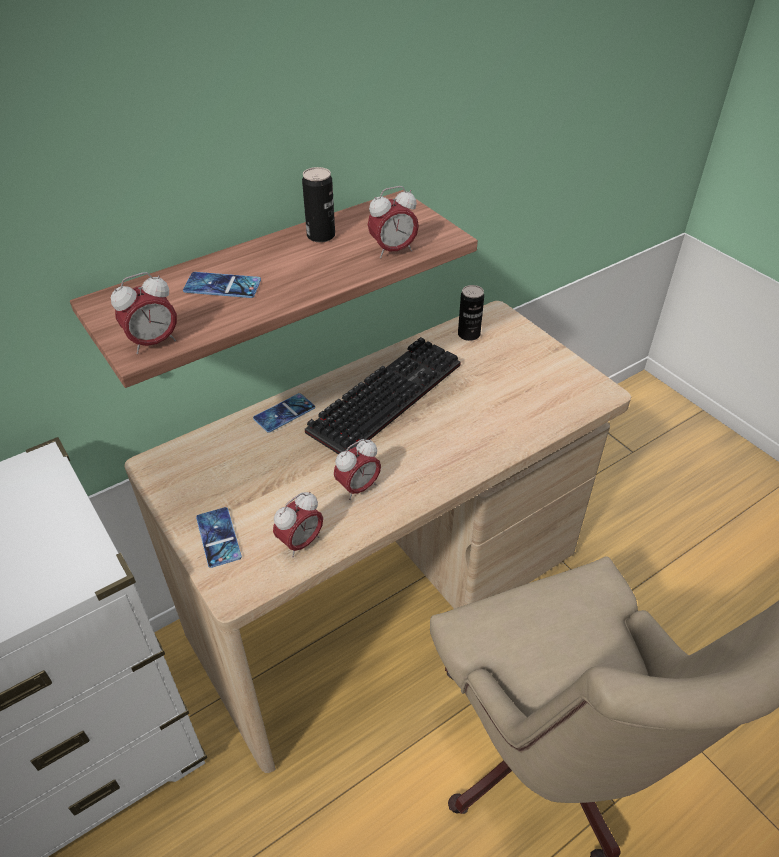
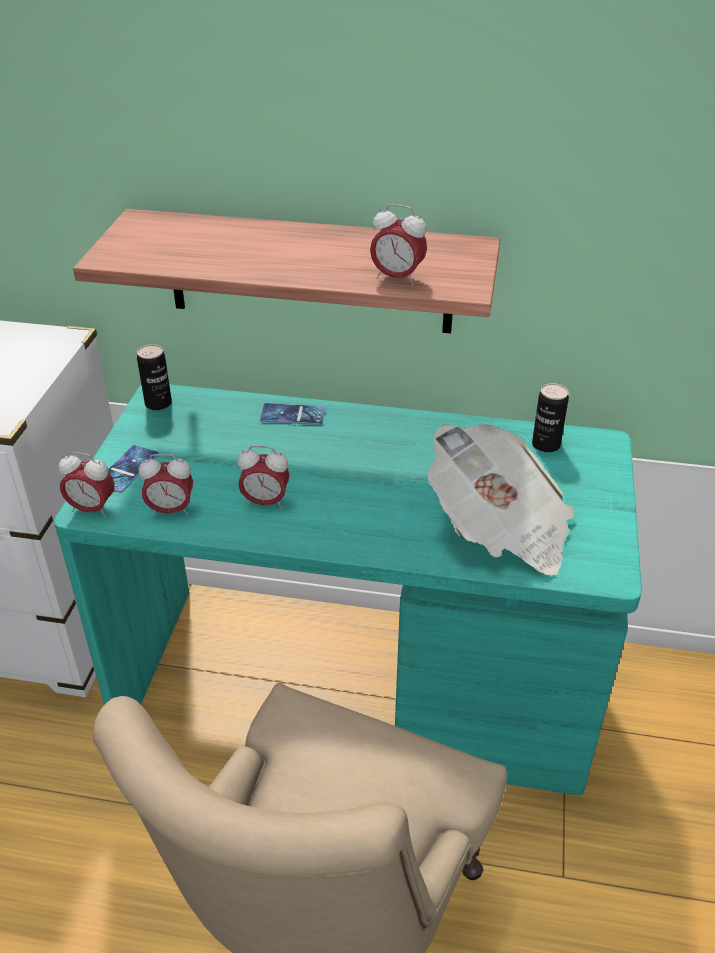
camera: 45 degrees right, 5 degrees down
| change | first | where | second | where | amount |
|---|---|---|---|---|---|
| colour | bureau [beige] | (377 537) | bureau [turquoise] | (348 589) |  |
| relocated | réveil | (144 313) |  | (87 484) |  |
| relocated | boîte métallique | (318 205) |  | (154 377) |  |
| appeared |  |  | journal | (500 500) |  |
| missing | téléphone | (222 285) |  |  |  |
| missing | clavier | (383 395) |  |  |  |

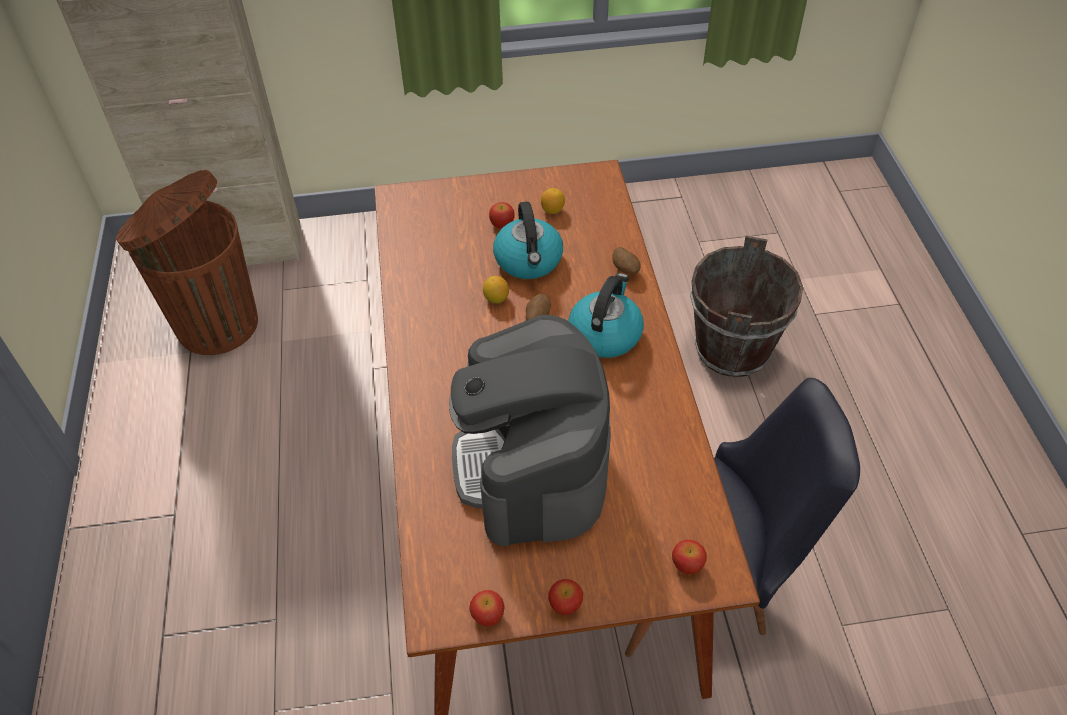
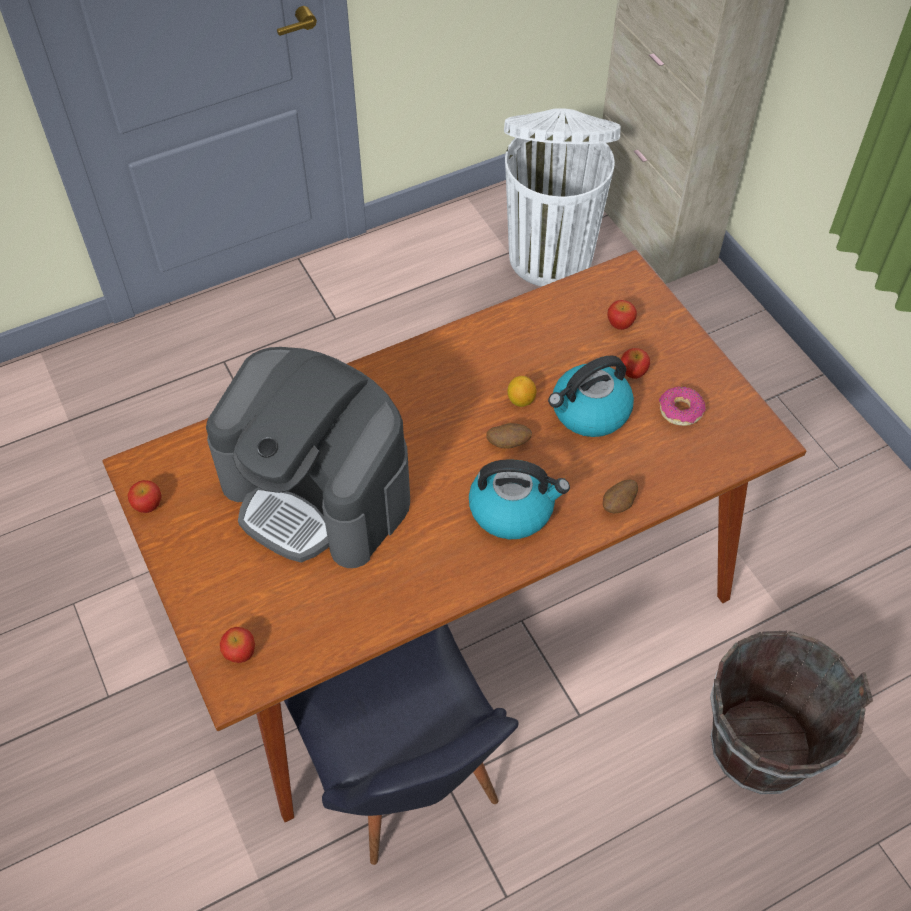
camera: 70 degrees right, 5 degrees up
| change | first | where | second | where | amount |
|---|---|---|---|---|---|
| spun | machine à café | (530 430) |  | (308 457) | 120 degrees counterclockwise |
| colour | poubelle [marron] | (187 262) | poubelle [blanc] | (562 197) |  |
| relocated | pomme | (565 597) |  | (622 315) |  |
| exchanged | citron | (553 201) | beignet | (682 406) |  |

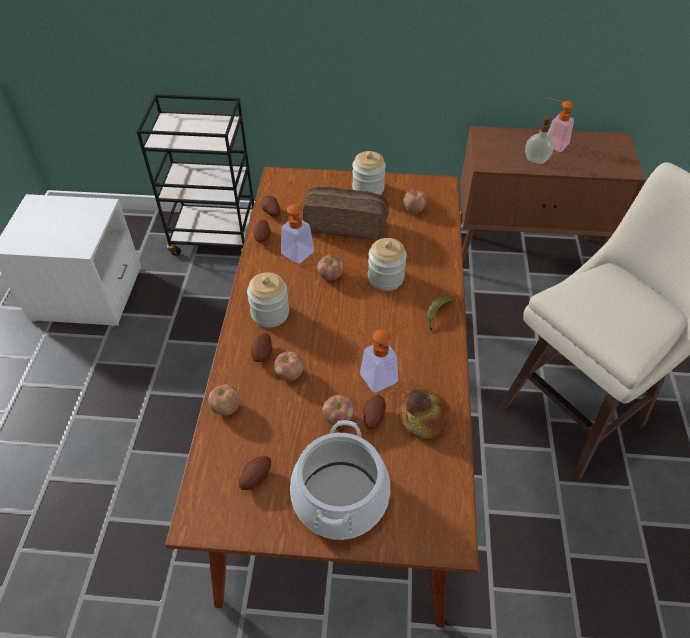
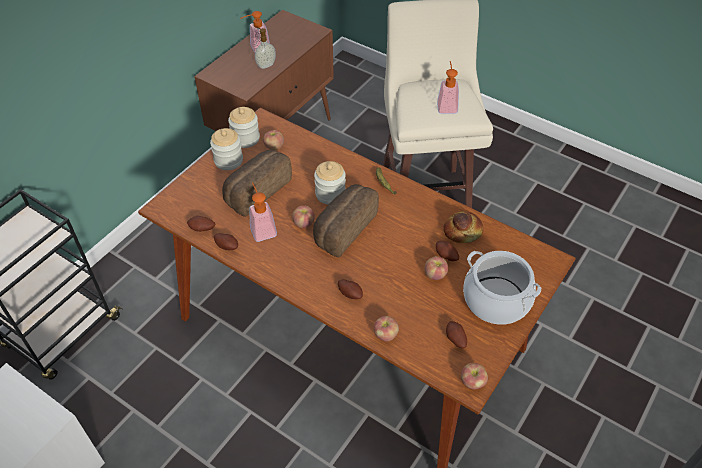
camera: 60 degrees left, 0 degrees up
| change | first | where | second | where | amount |
|---|---|---|---|---|---|
| relocated | bocal | (268 300) |  | (244 127) |  |
| appeared |  |  | pain | (346 220) |  |
| relocated | distributeur de savon | (384 359) |  | (448 87) |  |
| relocated | pomme | (289 366) |  | (474 376) |  |

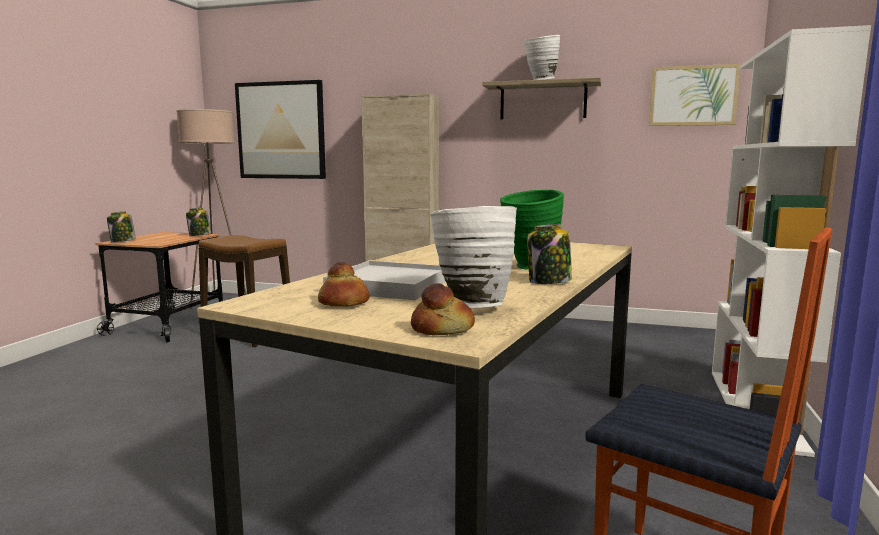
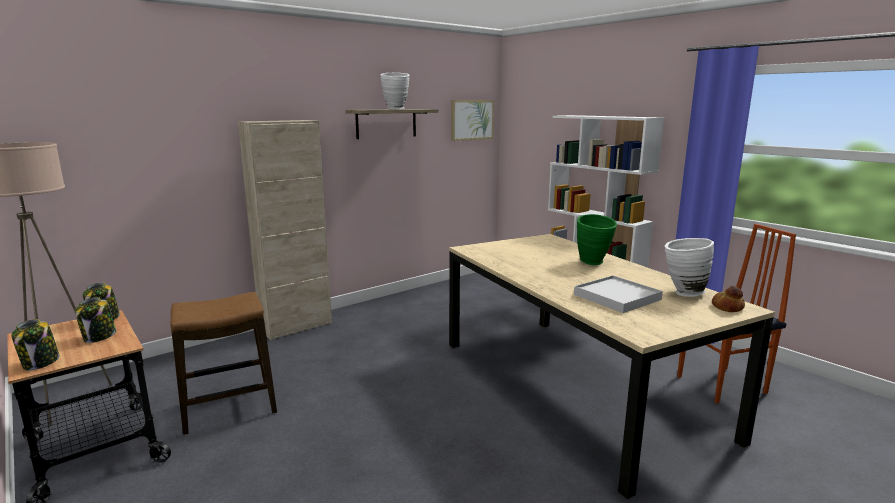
camera: 55 degrees left, 5 degrees up
| change | first | where | second | where | amount |
|---|---|---|---|---|---|
| relocated | bocal | (549 254) |  | (95 320) |  |
| missing | tableau | (280 129) |  |  |  |
| missing | pain | (344 284) |  |  |  |

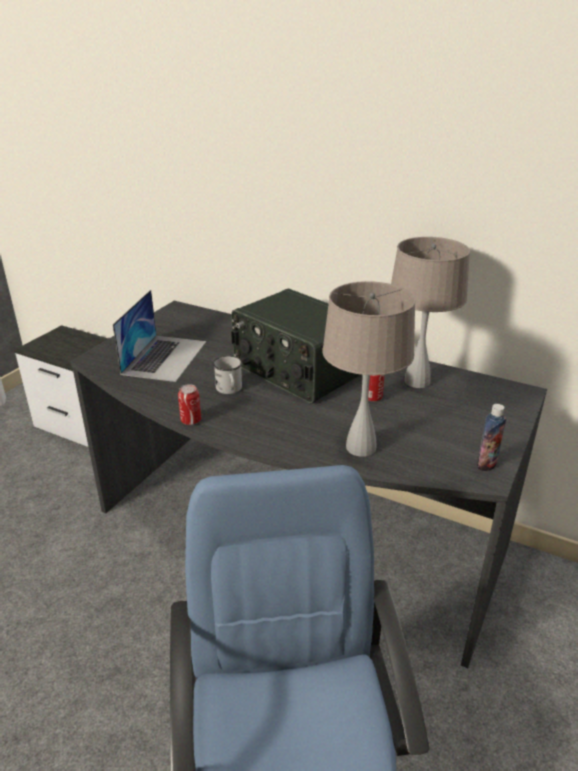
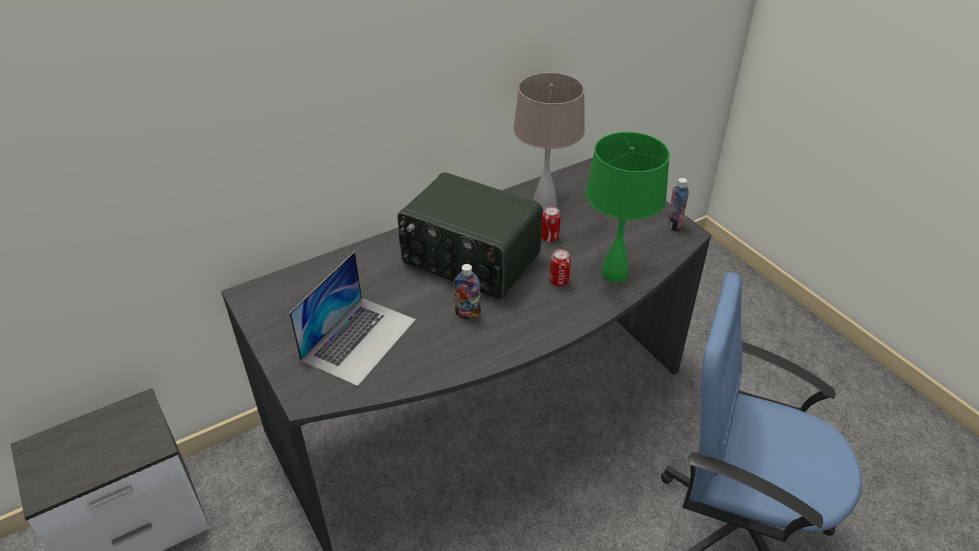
camera: 60 degrees left, 10 degrees up
| change | first | where | second | where | amount |
|---|---|---|---|---|---|
| spun | ordinateur portable | (159 336) |  | (352 319) | 75 degrees clockwise |
| spun | radio | (296 346) |  | (470 236) | 45 degrees clockwise |
| exchanged | mug [blanc] | (227 375) | bouteille | (467 292) |  |
| relocated | boîte métallique | (189 404) |  | (560 268) |  |
| colour | lampe de table [beige] | (369 369) | lampe de table [vert] | (628 207) |  |

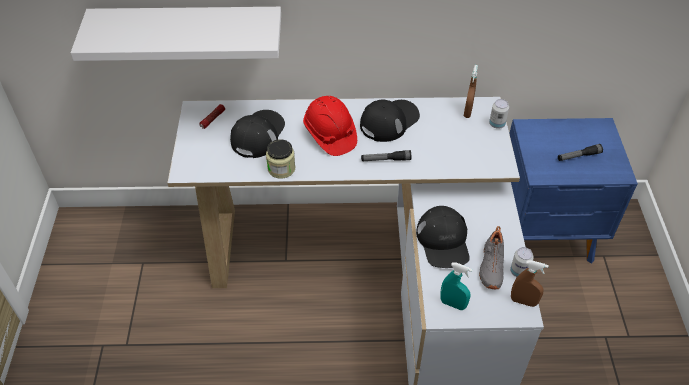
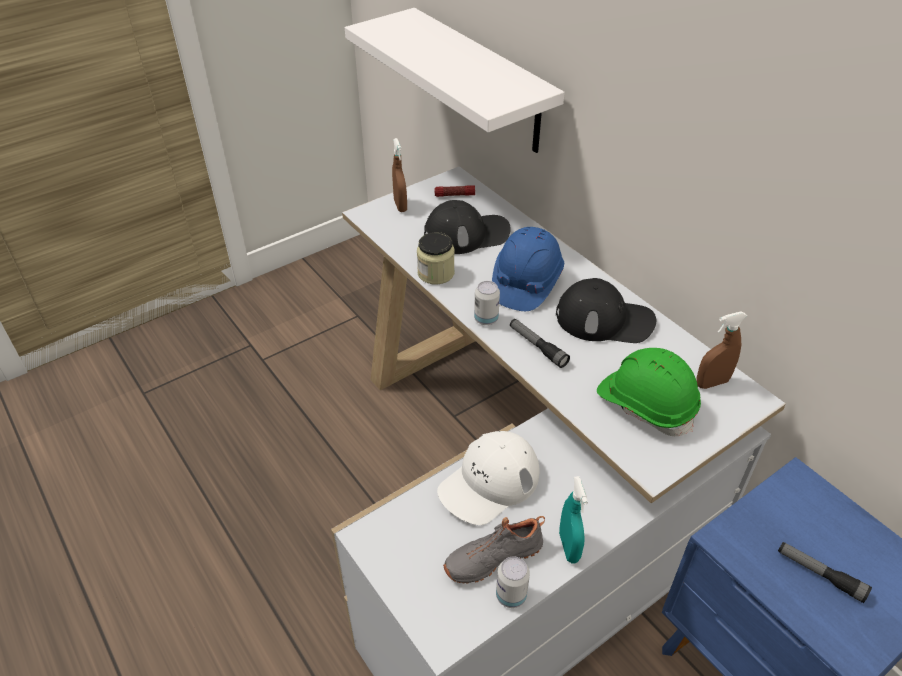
camera: 55 degrees right, 5 degrees down
| change | first | where | second | where | amount |
|---|---|---|---|---|---|
| relocated | vaporisateur [marron] | (530 283) |  | (399 175) |  |
| colour | casquette [noir] | (443 237) | casquette [blanc] | (488 478) |  |
| relocated | boîte métallique | (499 114) |  | (487 303) |  |
| colour | casque de chantier [rouge] | (330 126) | casque de chantier [bleu] | (528 269) |  |
| relocated | vaporisateur [turquoise] | (456 286) |  | (573 519) |  |
| appeared |  |  | casque de chantier [vert] | (649 392) |  |

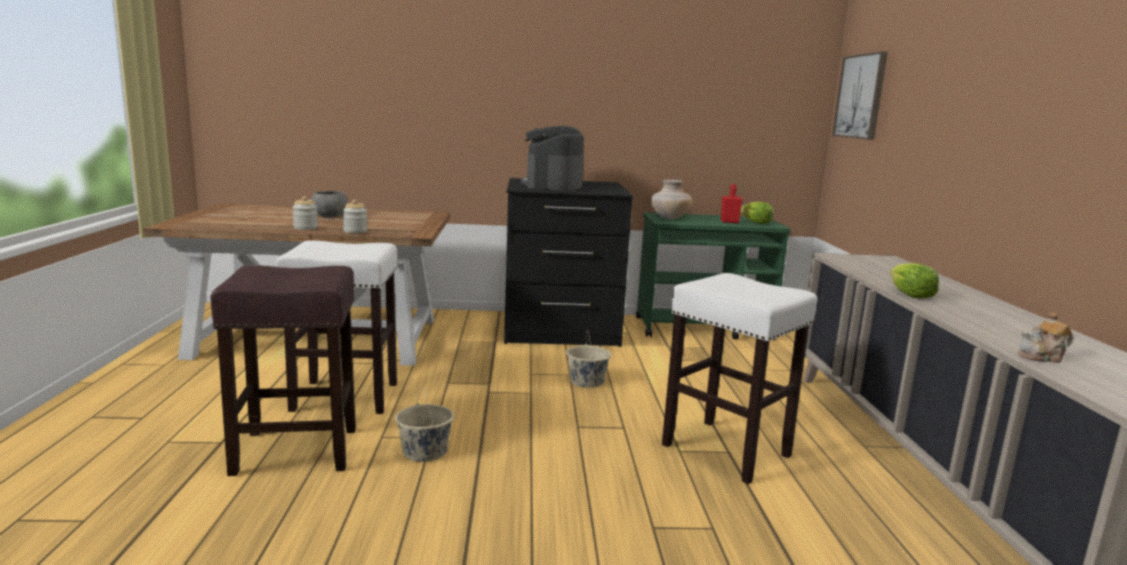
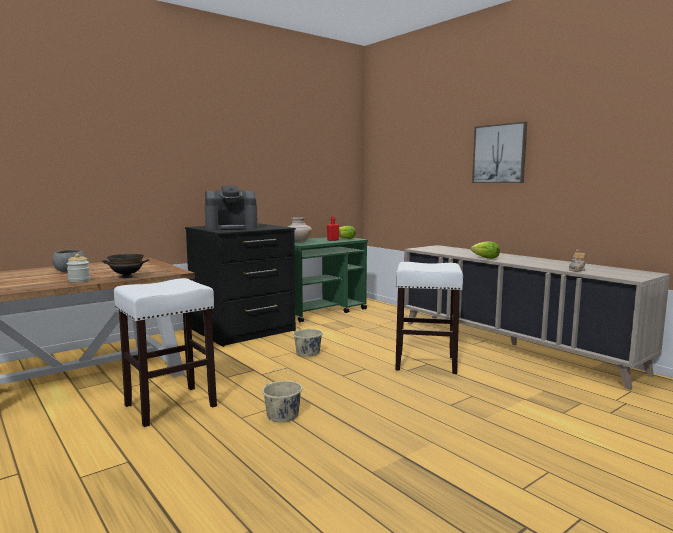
camera: 35 degrees left, 5 degrees down
| change | first | where | second | where | amount |
|---|---|---|---|---|---|
| exchanged | bocal | (355 216) | bol [noir] | (125 266) |  |
| spun | machine à café | (552 158) |  | (231 208) | 75 degrees counterclockwise |
| relocated | tableau | (860 95) |  | (499 152) |  |
| missing | tabouret [marron] | (283 370) |  |  |  |

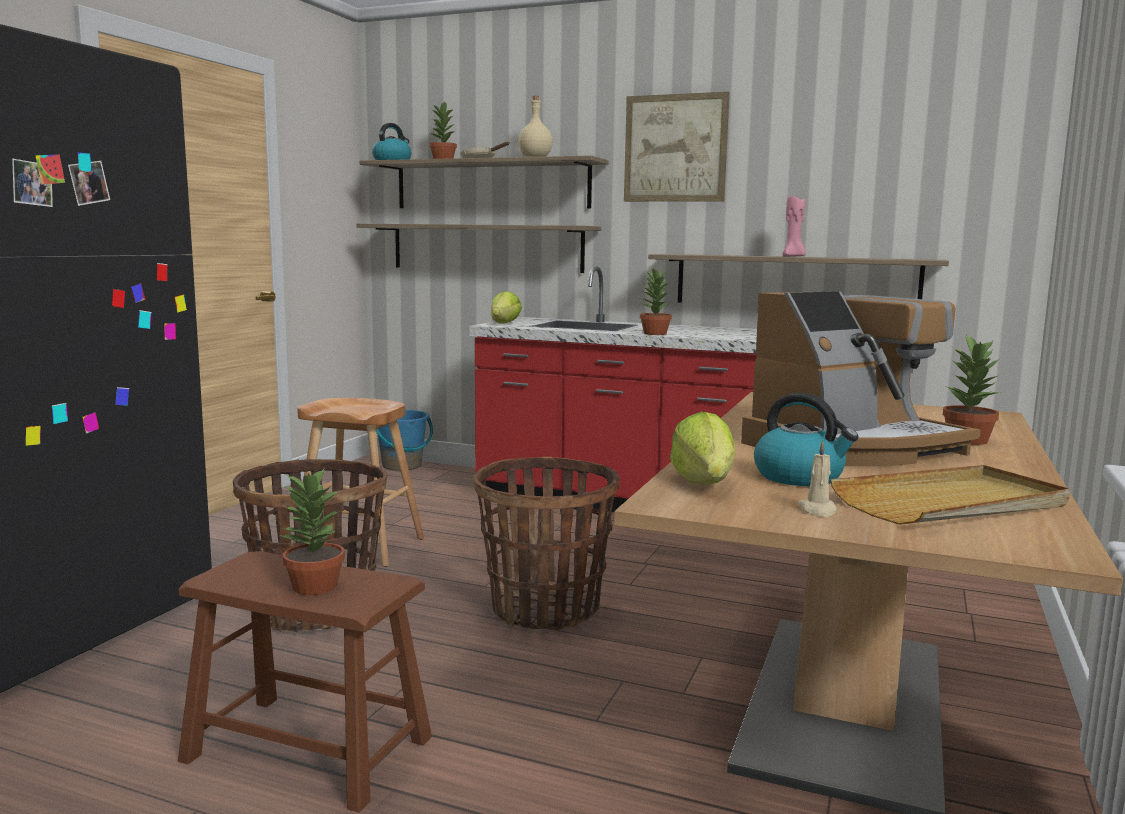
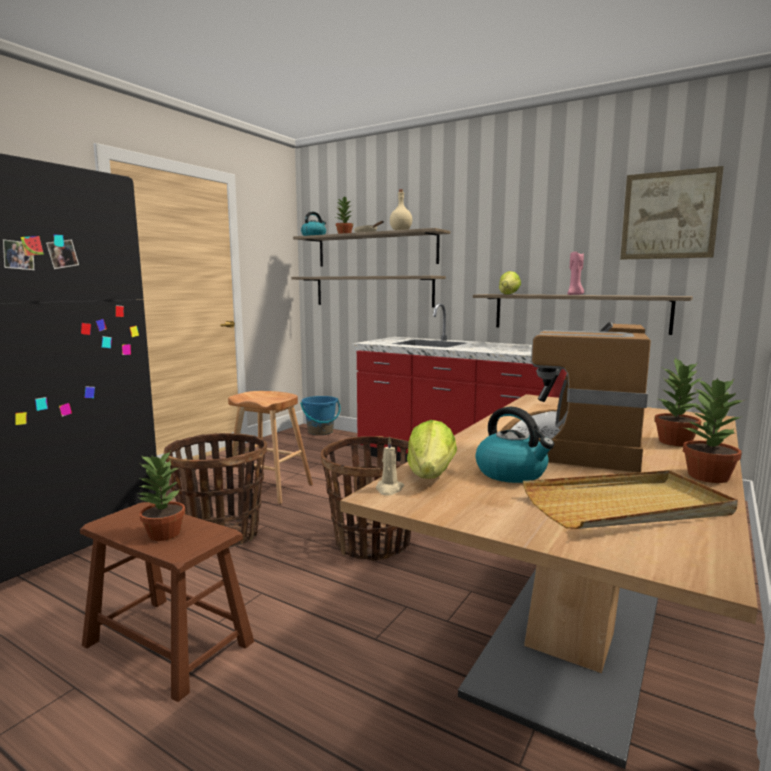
camera: 10 degrees right, 0 degrees up
| change | first | where | second | where | amount |
|---|---|---|---|---|---|
| relocated | bougie [beige] | (817 478) |  | (390 466) |  |
| relocated | laitue | (506 307) |  | (510 282) |  |
| spun | machine à café | (860 378) |  | (576 397) | 135 degrees clockwise |
| relocated | tableau | (677 147) |  | (672 213) |  |
| relocated | plante en pot | (656 301) |  | (713 430) |  |

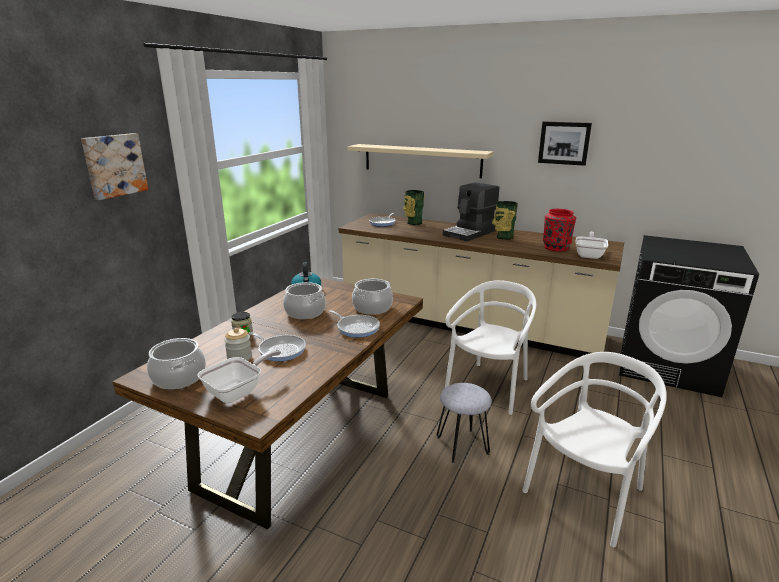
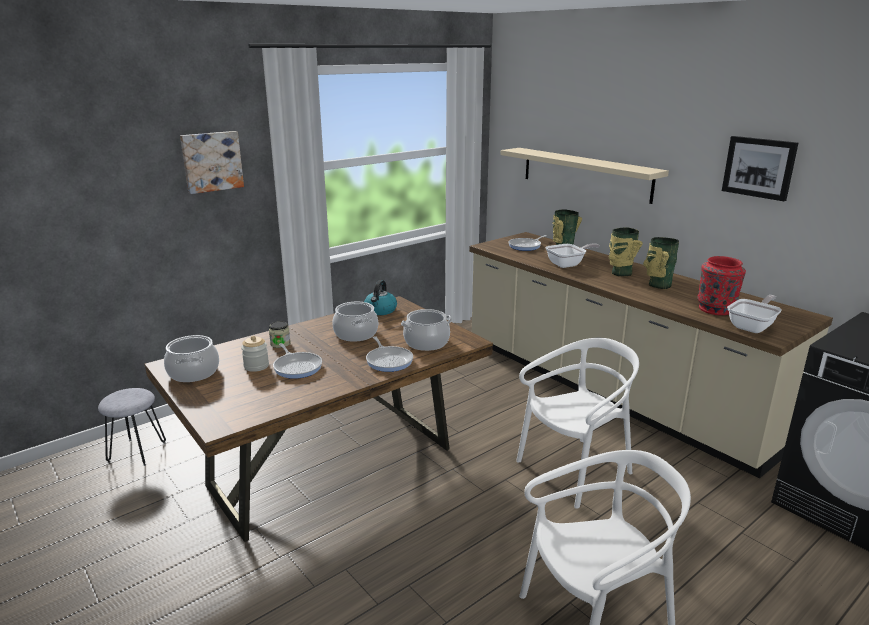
camera: 25 degrees right, 0 degrees up
| change | first | where | second | where | amount |
|---|---|---|---|---|---|
| relocated | tabouret [gris] | (464 423) |  | (132 427) |  |
| relocated | poêle | (239 376) |  | (573 255) |  |
| exchanged | machine à café | (471 211) | vase | (626 252) |  |

